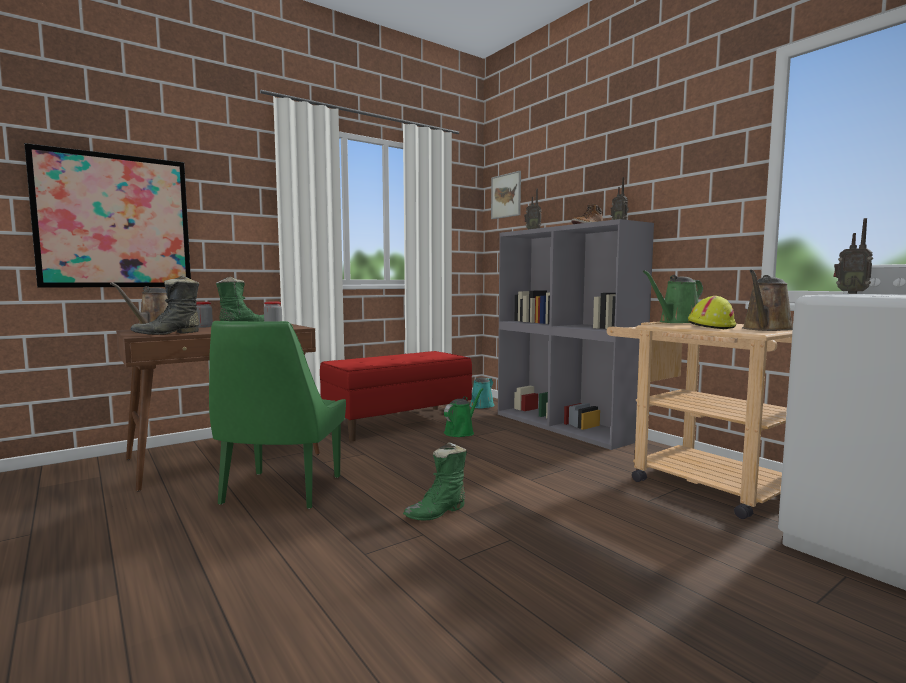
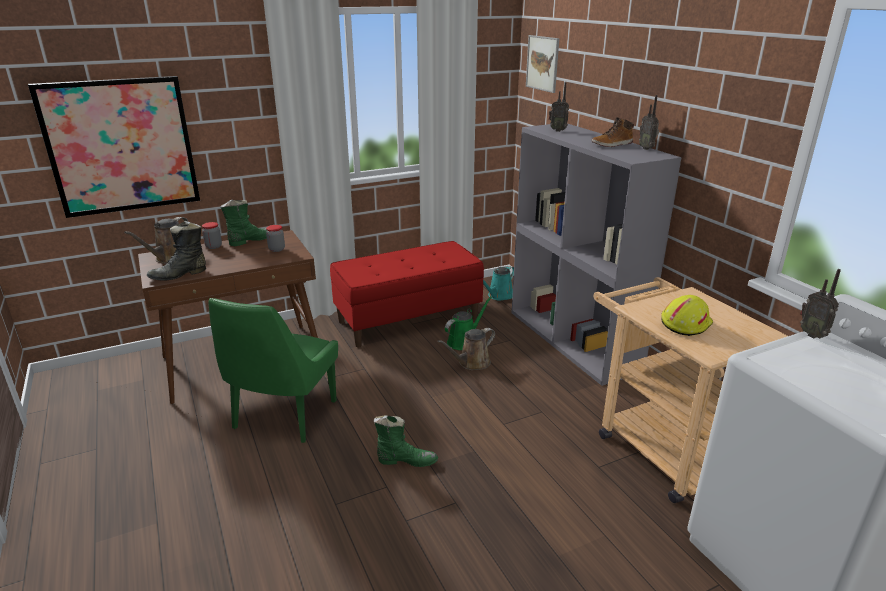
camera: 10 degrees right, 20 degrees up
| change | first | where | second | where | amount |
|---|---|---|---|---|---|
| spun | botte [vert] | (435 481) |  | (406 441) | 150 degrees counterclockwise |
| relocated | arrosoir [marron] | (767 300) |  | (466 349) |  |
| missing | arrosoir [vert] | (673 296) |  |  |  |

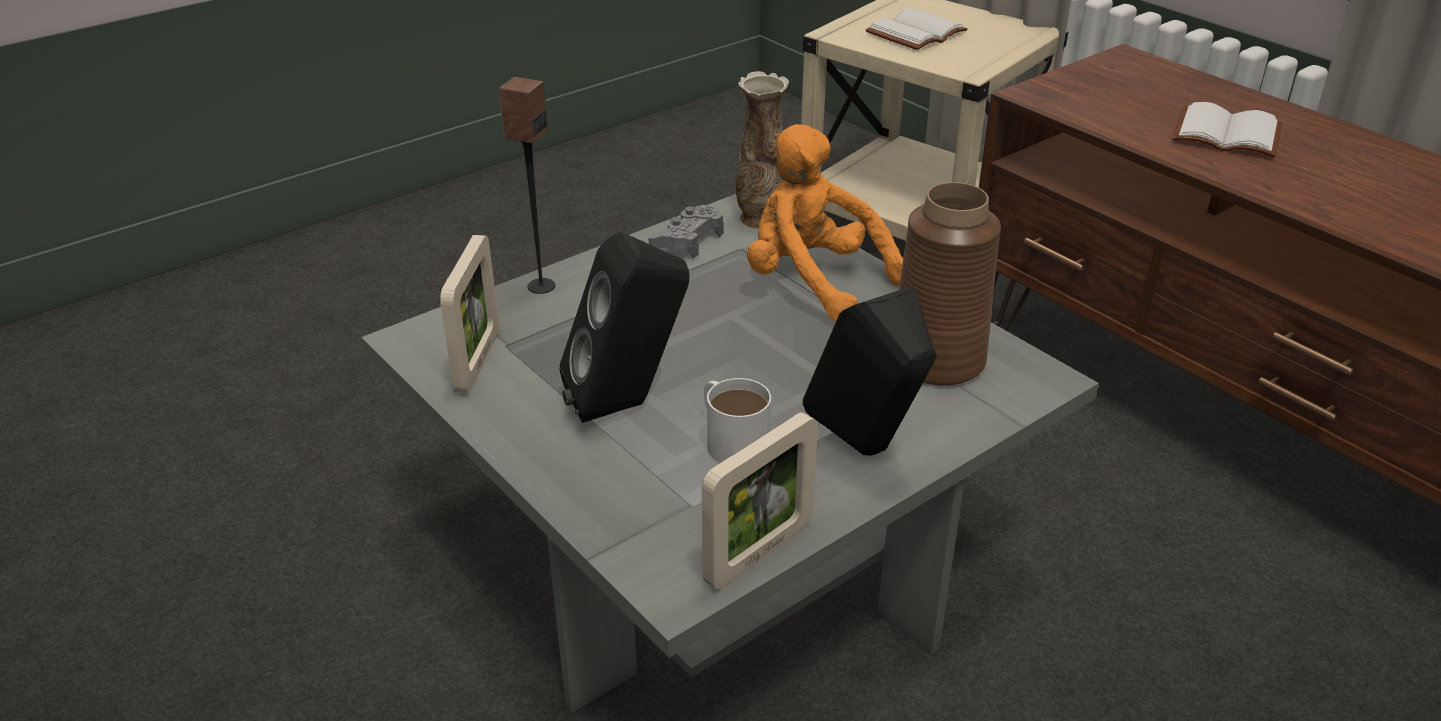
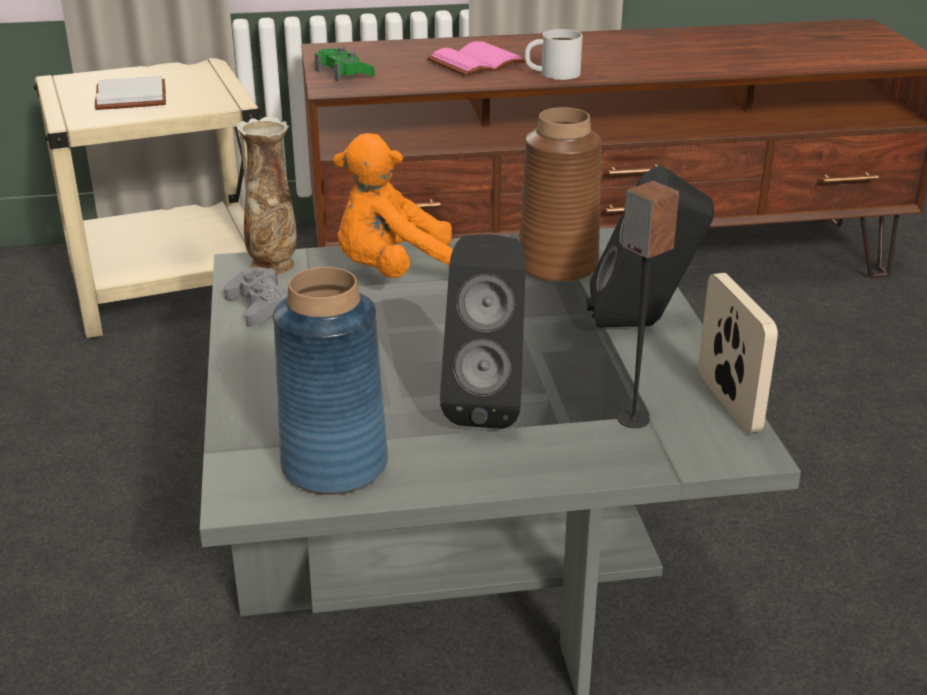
camera: 60 degrees left, 5 degrees down
| change | first | where | second | where | amount |
|---|---|---|---|---|---|
| exchanged | cadre photo | (469 314) | vase [bleu] | (330 381) |  |
| appeared |  |  | manette [vert] | (345 64) |  |
| colour | livre [blanc] | (1227 130) | livre [rose] | (476 58) |  |
| relocated | mug [blanc] | (737 420) |  | (554 54) |  |
| relocated | enceinte | (527 185) |  | (648 304) |  |

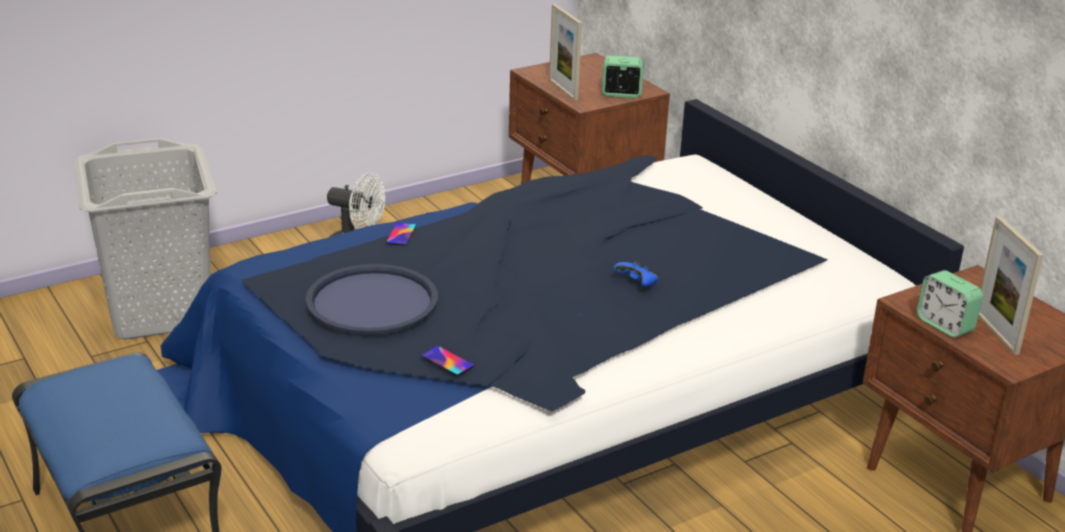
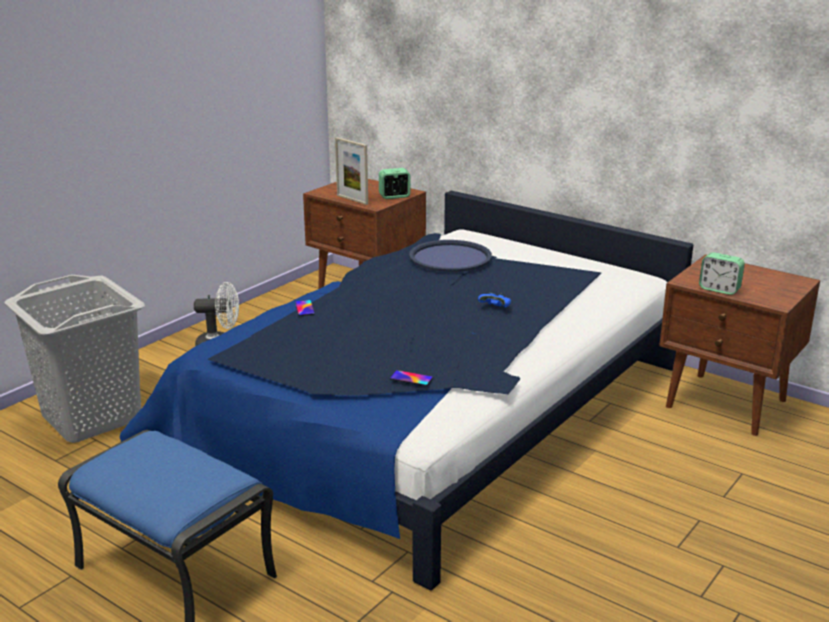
camera: 20 degrees left, 5 degrees down
| change | first | where | second | where | amount |
|---|---|---|---|---|---|
| relocated | plateau [bleu] | (372 299) |  | (450 256) |  |
| missing | cadre photo | (1010 285) |  |  |  |

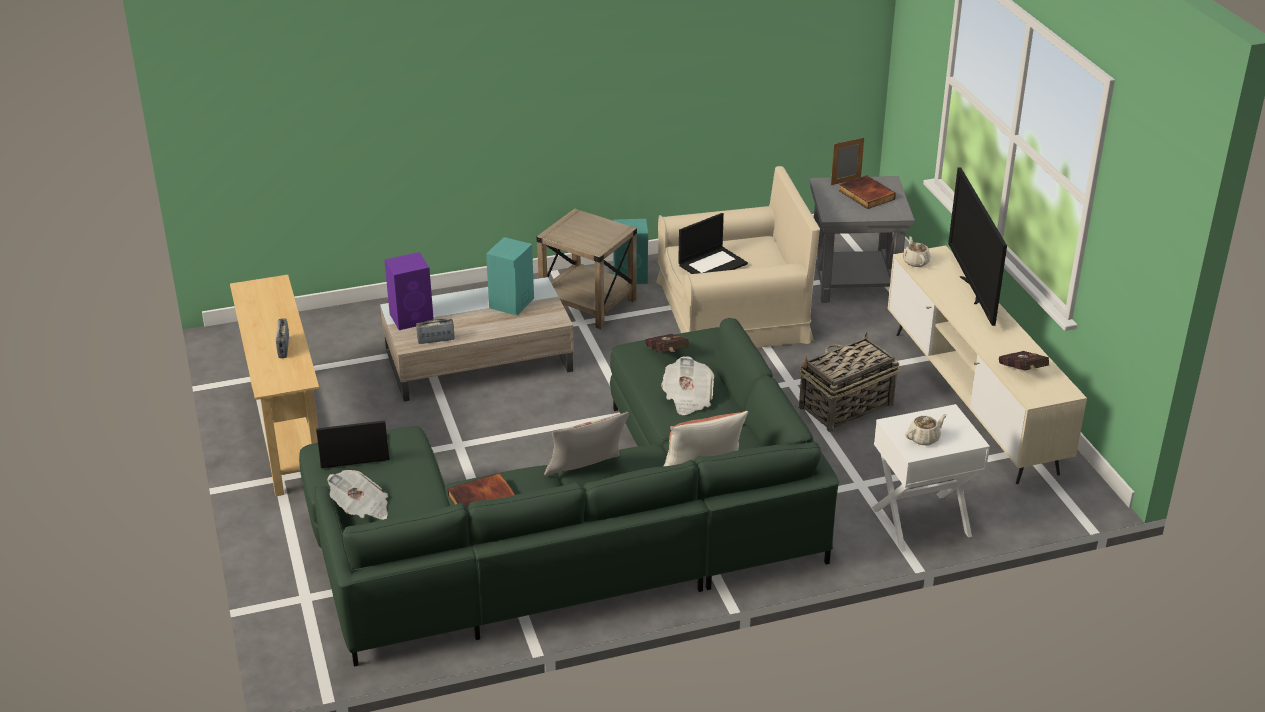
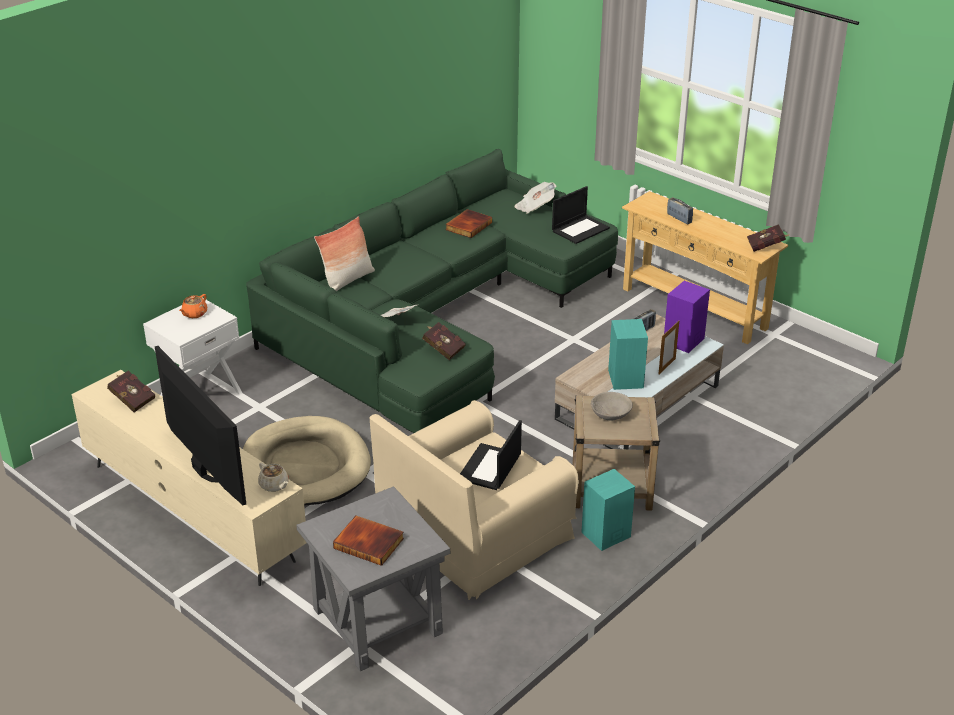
camera: 150 degrees right, 0 degrees up
| change | first | where | second | where | amount |
|---|---|---|---|---|---|
| colour | théière [beige] | (926 429) | théière [orange] | (193 306) |  |
| exchanged | panier | (849 382) | panier pour chien [beige] | (307 461) |  |
| appeared |  |  | bol [gris] | (612 406) |  |
| relocated | cadre photo | (847 161) |  | (668 348) |  |
| appeared |  |  | livre [rouge] | (768 238) |  |
| missing | coussin | (586 444) |  |  |  |

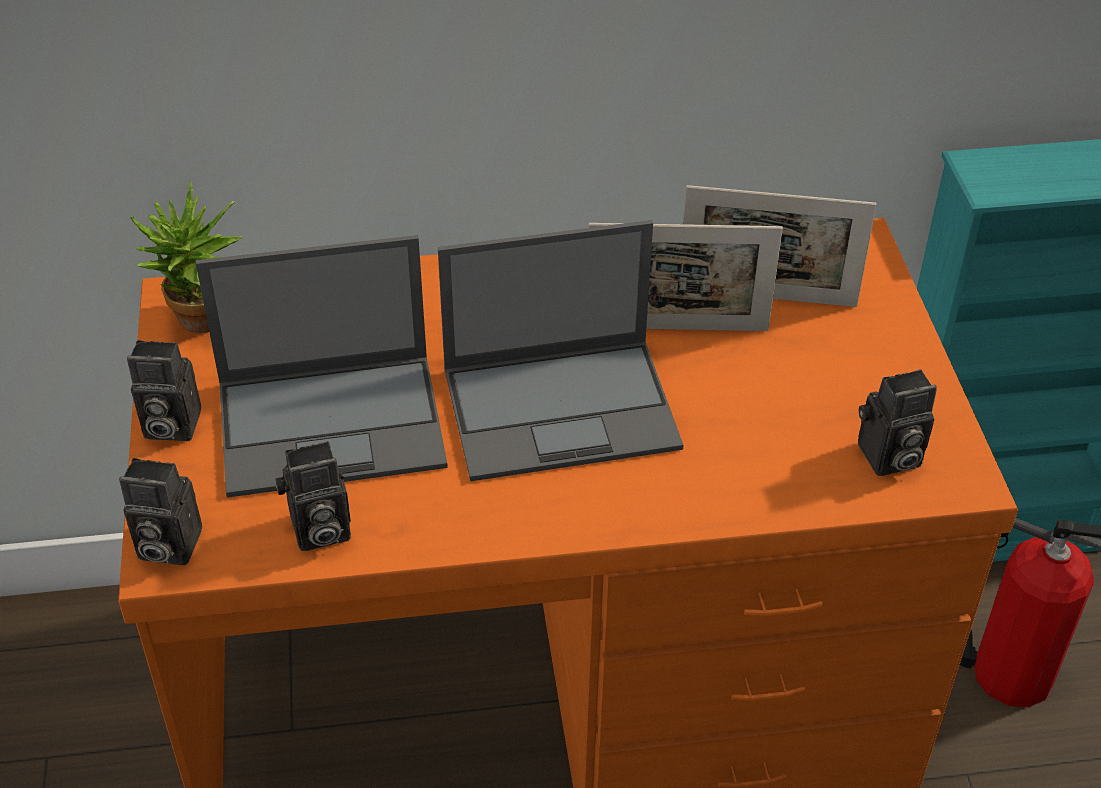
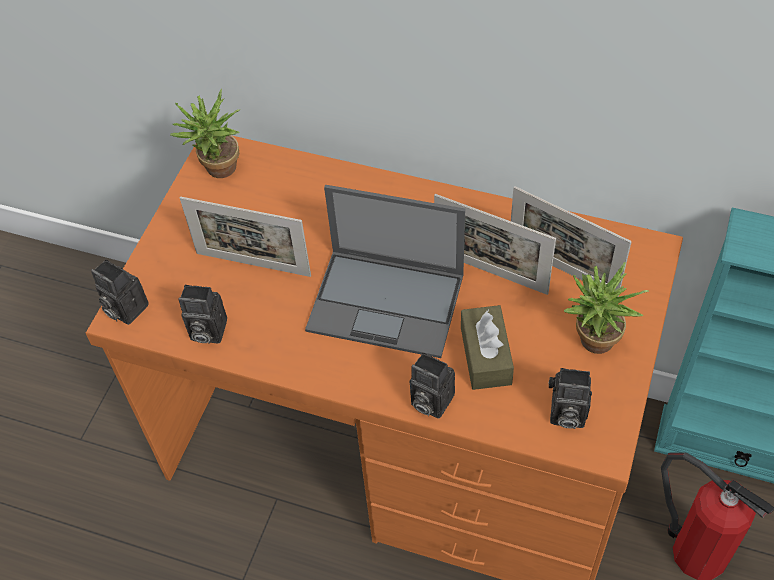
camera: 30 degrees right, 10 degrees up
| change | first | where | second | where | amount |
|---|---|---|---|---|---|
| exchanged | ordinateur portable | (322 366) | cadre photo | (245 237) |  |
| relocated | appareil photo | (164 390) |  | (432 385) |  |
| appeared |  |  | boîte à mouchoirs [marron] | (487 347) |  |
| appeared |  |  | plante en pot | (606 308) |  |

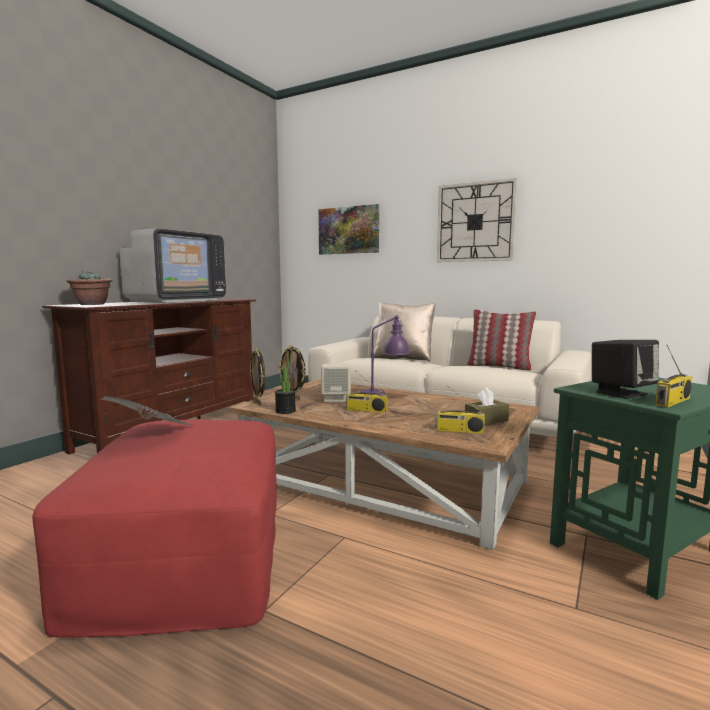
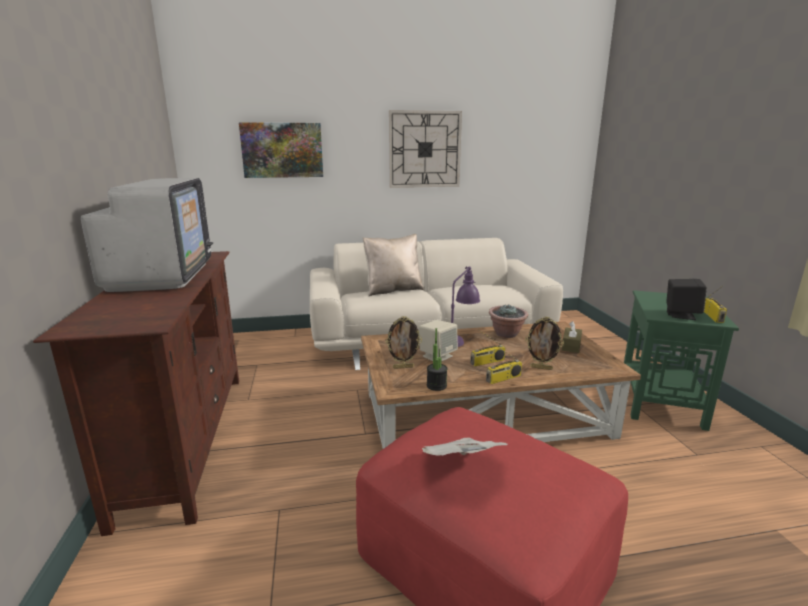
camera: 40 degrees left, 10 degrees up
| change | first | where | second | where | amount |
|---|---|---|---|---|---|
| relocated | radio | (460 409) |  | (504 364) |  |
| relocated | plante en pot | (90 288) |  | (508 321) |  |
| relocated | cadre photo | (257 377) |  | (544 343) |  |
| missing | coussin | (501 340) |  |  |  |

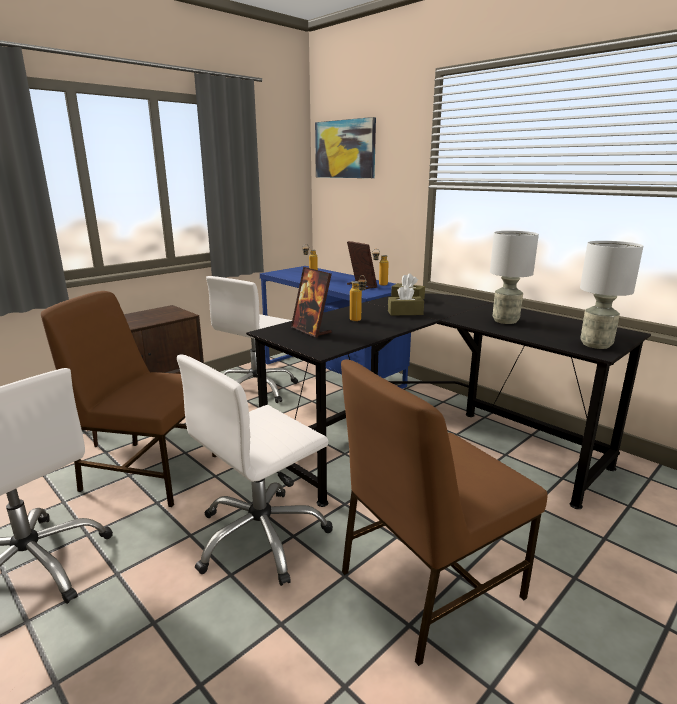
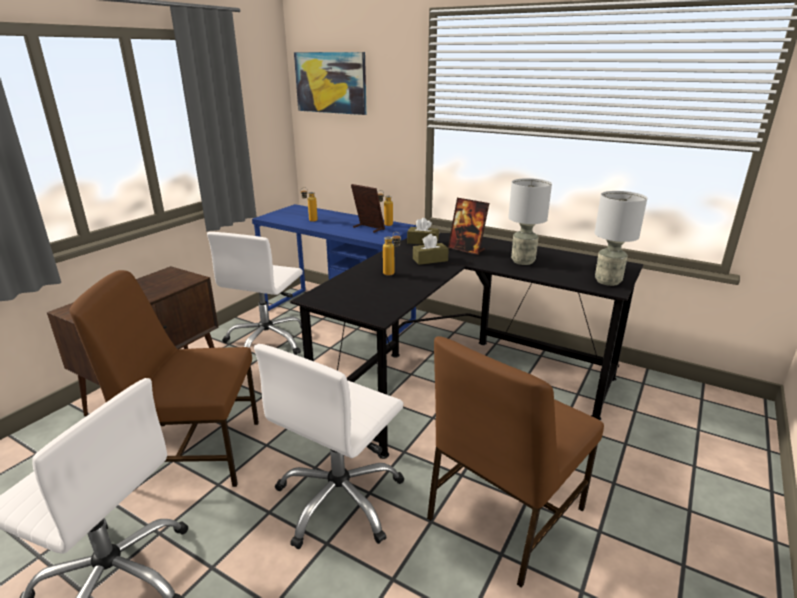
camera: 15 degrees left, 5 degrees up
| change | first | where | second | where | amount |
|---|---|---|---|---|---|
| relocated | cadre photo | (311 302) |  | (468 226) |  |

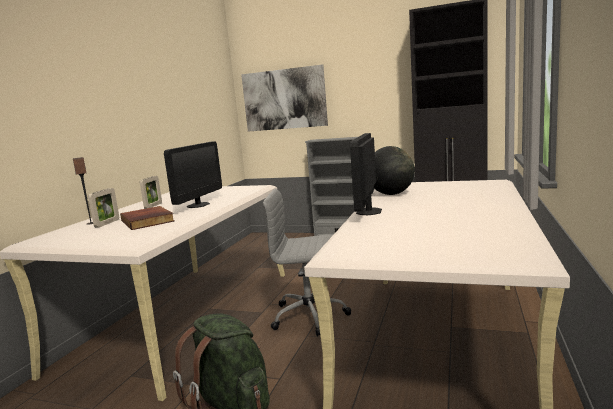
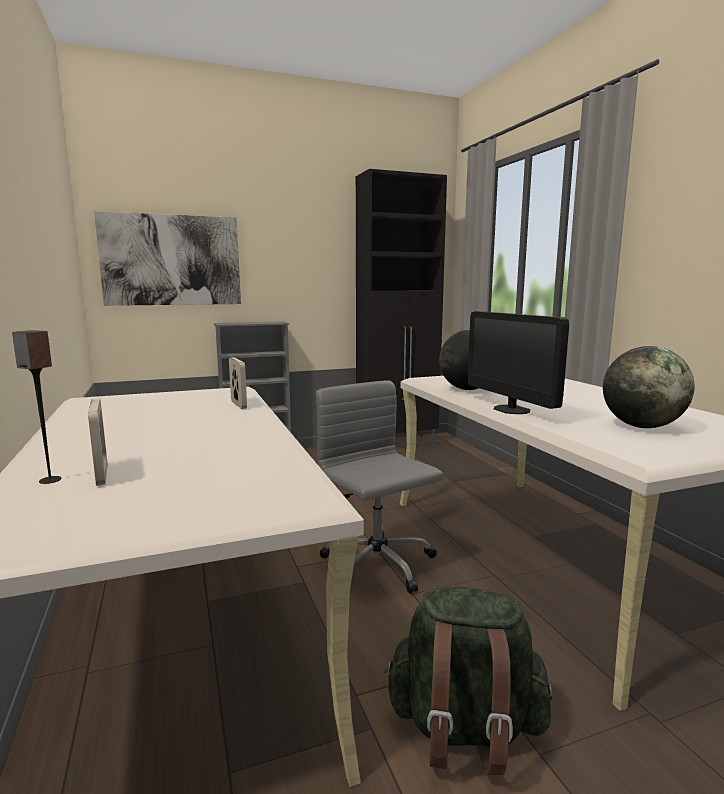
camera: 40 degrees left, 0 degrees up
| change | first | where | second | where | amount |
|---|---|---|---|---|---|
| relocated | cadre photo | (151 192) |  | (238 383) |  |
| spun | chaise de bureau [gris] | (307 263) |  | (380 487) | 90 degrees clockwise |
| appeared |  |  | globe | (649 387) |  |
| missing | livre | (147 218) |  |  |  |
| missing | écran d'ordinateur | (193 174) |  |  |  |

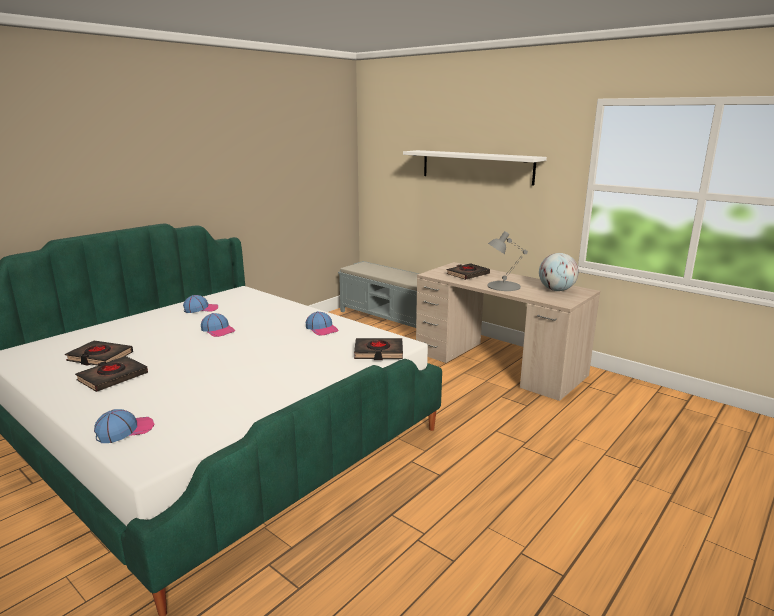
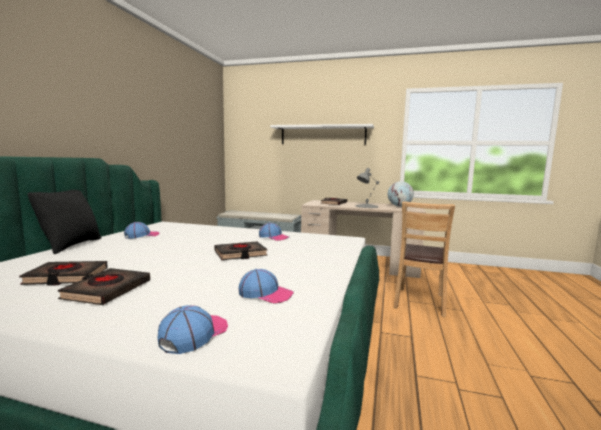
camera: 25 degrees left, 10 degrees down
| change | first | where | second | where | amount |
|---|---|---|---|---|---|
| appeared |  |  | coussin [noir] | (64 222) |  |
| relocated | livre [noir] | (378 349) |  | (240 250) |  |
| relocated | casquette | (218 325) |  | (266 286) |  |
| appeared |  |  | chaise [marron] | (424 259) |  |

